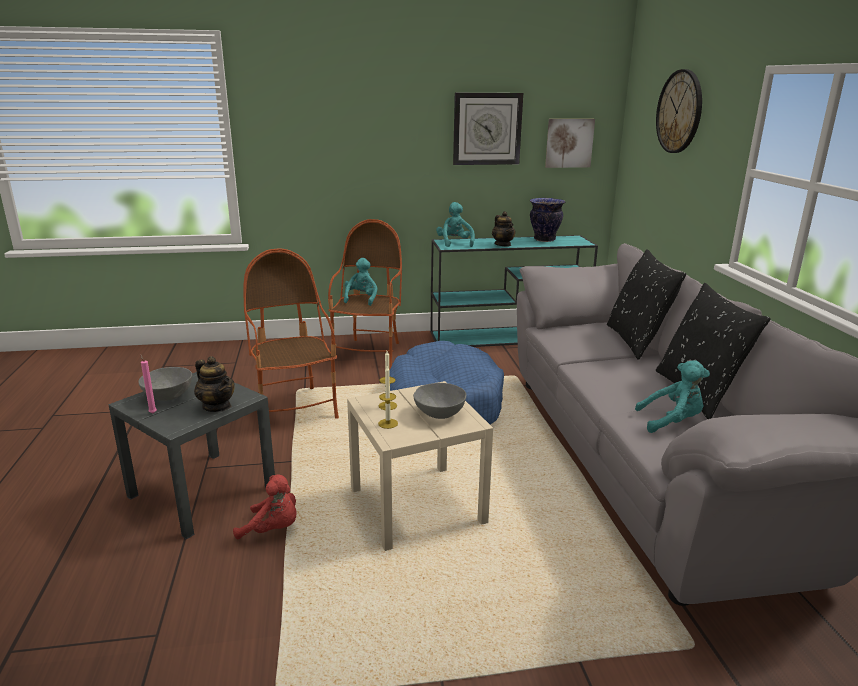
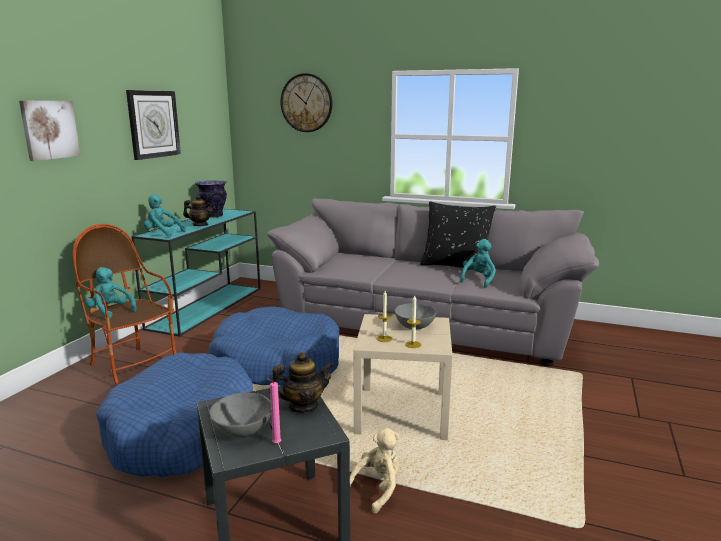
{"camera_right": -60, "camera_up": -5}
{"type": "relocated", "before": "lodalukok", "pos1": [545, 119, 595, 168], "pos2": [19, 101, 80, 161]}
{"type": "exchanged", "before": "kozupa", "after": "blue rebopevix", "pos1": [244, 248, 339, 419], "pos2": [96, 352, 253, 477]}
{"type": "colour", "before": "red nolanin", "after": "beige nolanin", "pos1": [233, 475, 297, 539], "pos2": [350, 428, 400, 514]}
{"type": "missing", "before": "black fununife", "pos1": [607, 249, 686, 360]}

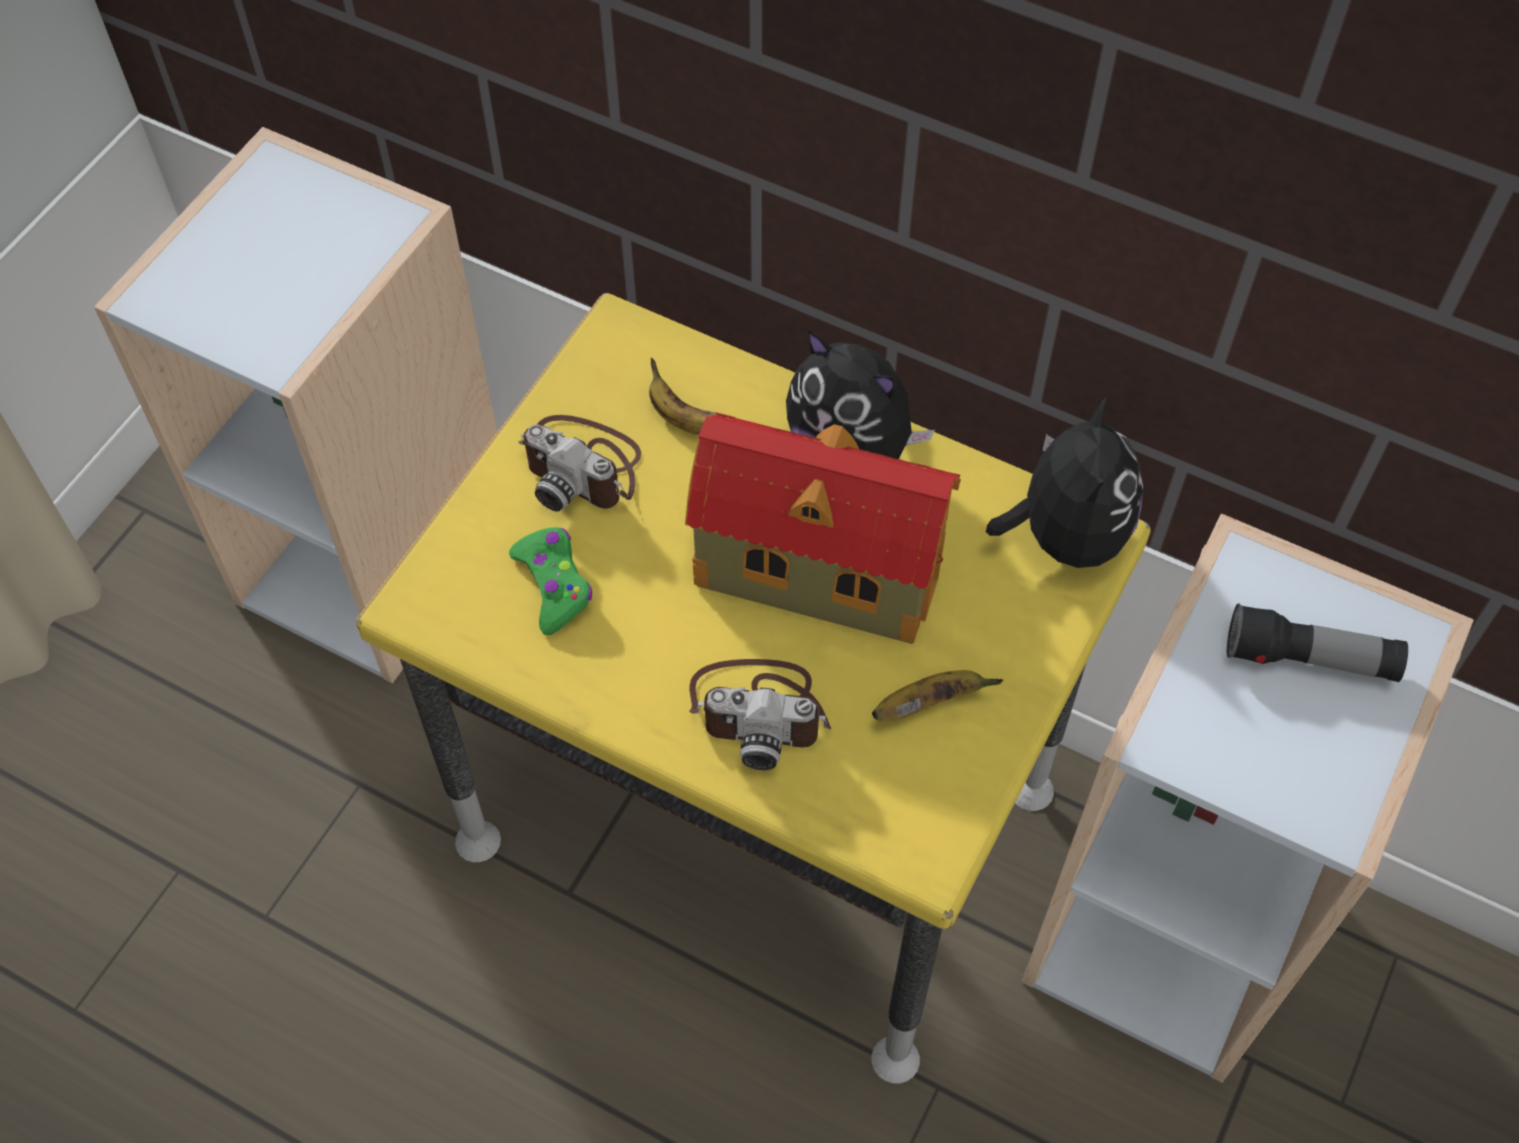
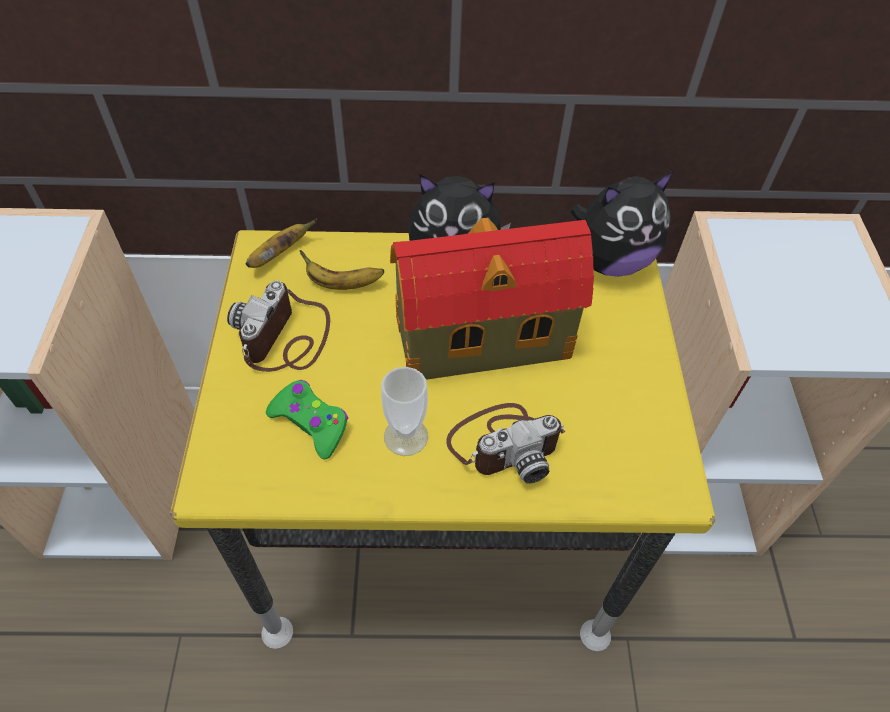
{"camera_right": -30, "camera_up": -5}
{"type": "spun", "before": "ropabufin", "pos1": [518, 415, 641, 512], "pos2": [227, 280, 330, 372], "turn": 105}
{"type": "relocated", "before": "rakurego", "pos1": [872, 670, 1003, 721], "pos2": [246, 219, 317, 268]}
{"type": "appeared", "after": "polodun", "pos2": [381, 367, 428, 456]}
{"type": "spun", "before": "nolanin", "pos1": [986, 397, 1143, 568], "pos2": [570, 171, 674, 277], "turn": 90}
{"type": "missing", "before": "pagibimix", "pos1": [1227, 603, 1408, 682]}

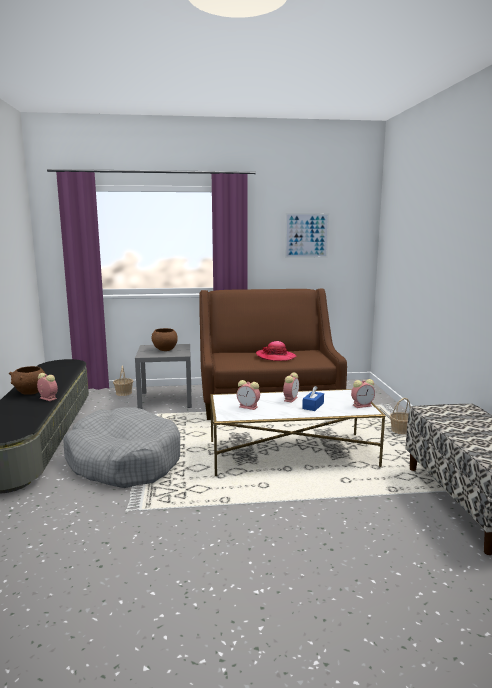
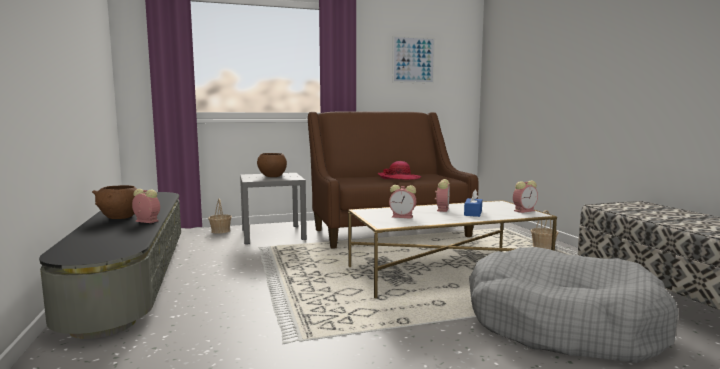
{"camera_right": -10, "camera_up": -5}
{"type": "relocated", "before": "grey rebopevix", "pos1": [64, 408, 180, 488], "pos2": [469, 247, 678, 363]}

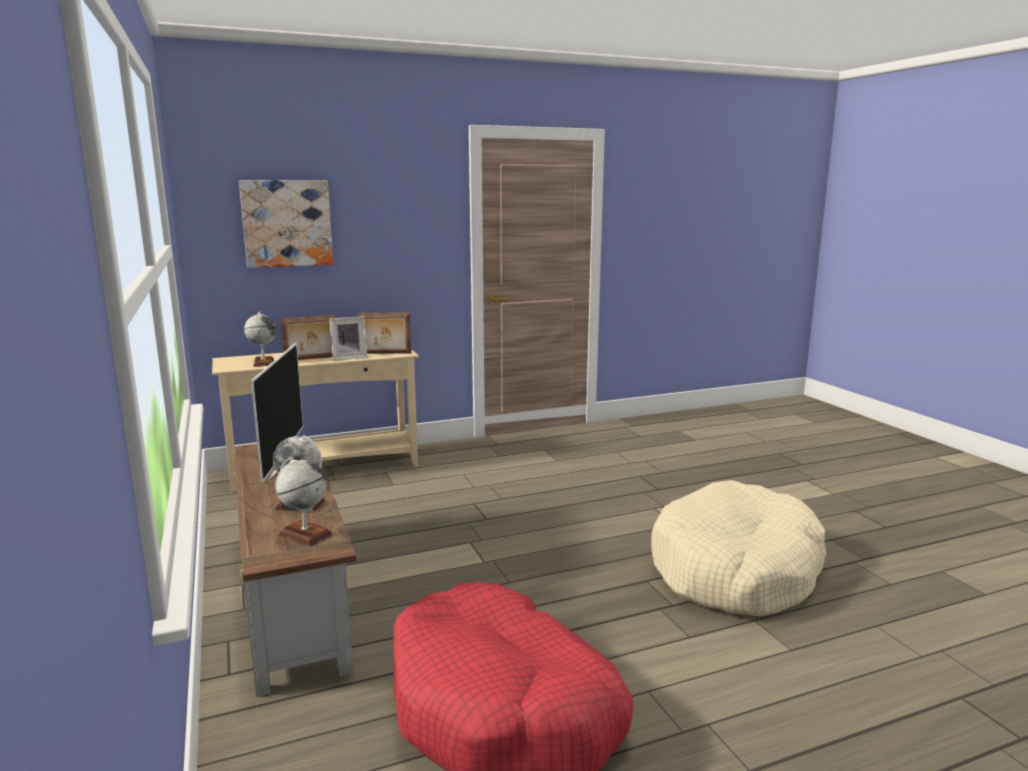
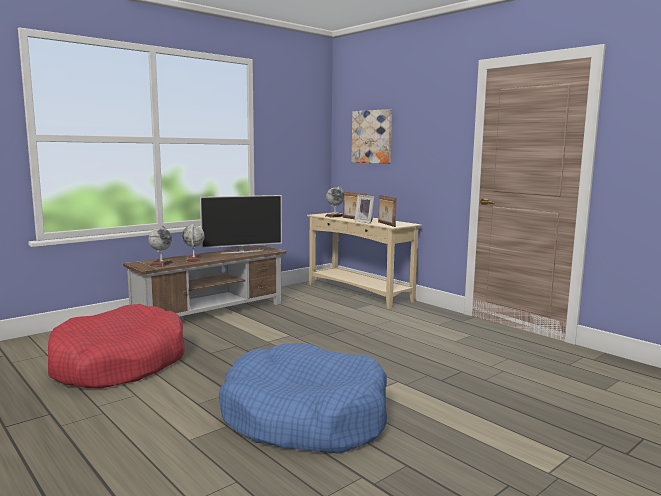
{"camera_right": 70, "camera_up": -5}
{"type": "colour", "before": "beige rebopevix", "after": "blue rebopevix", "pos1": [651, 480, 827, 616], "pos2": [219, 343, 387, 454]}

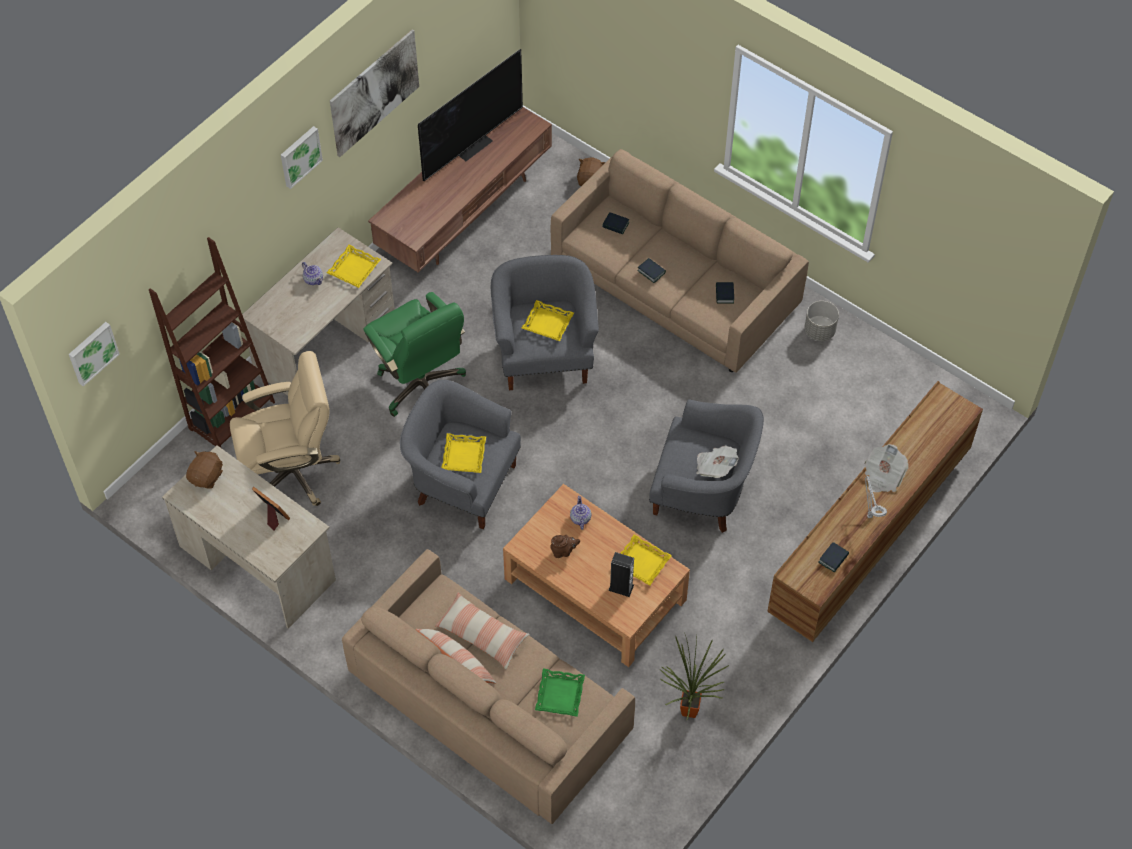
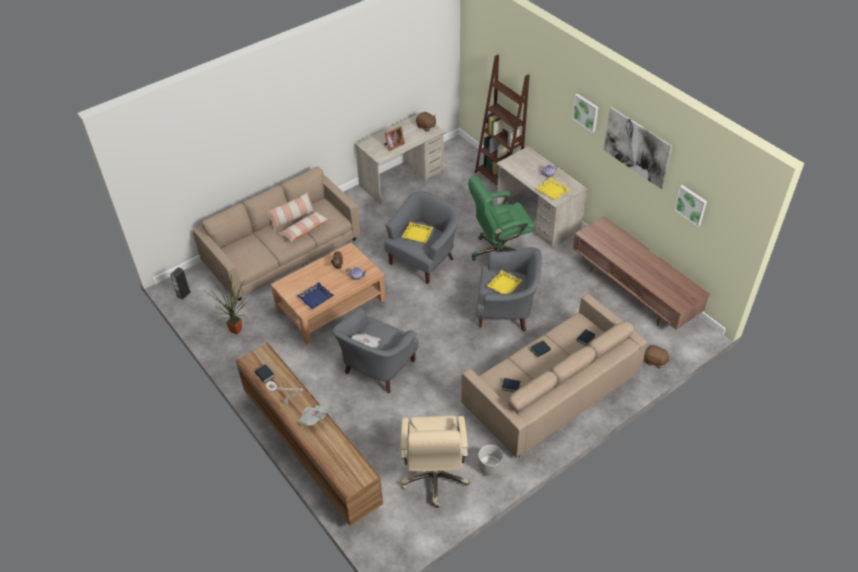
{"camera_right": 105, "camera_up": -10}
{"type": "relocated", "before": "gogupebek", "pos1": [608, 552, 634, 597], "pos2": [170, 267, 191, 300]}
{"type": "colour", "before": "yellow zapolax", "after": "blue zapolax", "pos1": [620, 534, 672, 586], "pos2": [297, 282, 334, 309]}
{"type": "relocated", "before": "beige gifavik", "pos1": [230, 351, 340, 506], "pos2": [401, 416, 469, 508]}
{"type": "relocated", "before": "lodalukok", "pos1": [69, 322, 120, 386], "pos2": [674, 185, 707, 227]}
{"type": "missing", "before": "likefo", "pos1": [418, 49, 523, 181]}
{"type": "missing", "before": "green zapolax", "pos1": [535, 668, 585, 717]}

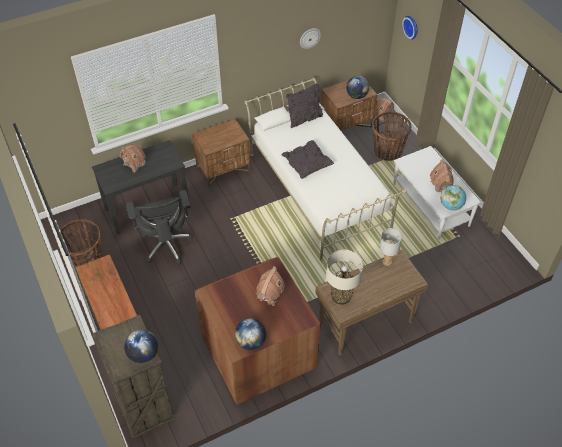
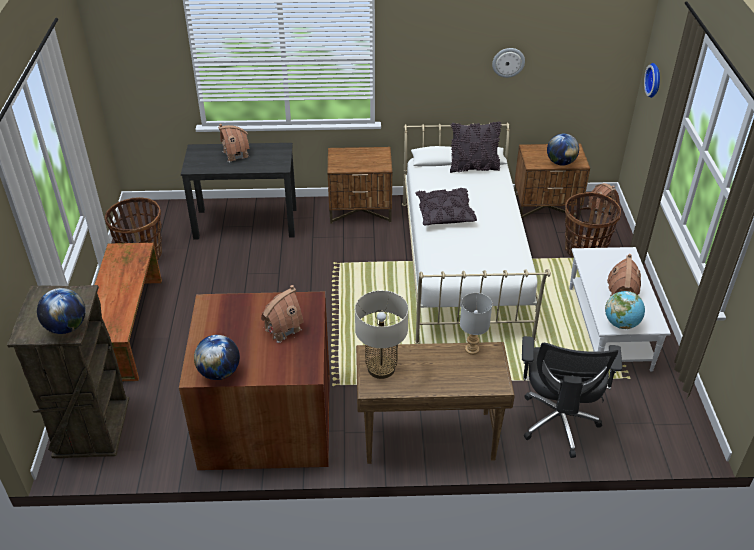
{"camera_right": 25, "camera_up": -10}
{"type": "relocated", "before": "gifavik", "pos1": [126, 190, 192, 265], "pos2": [522, 336, 622, 458]}

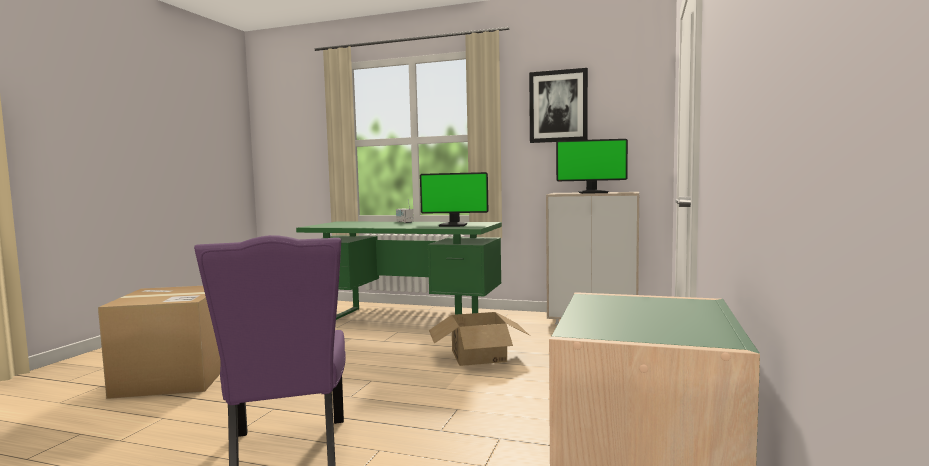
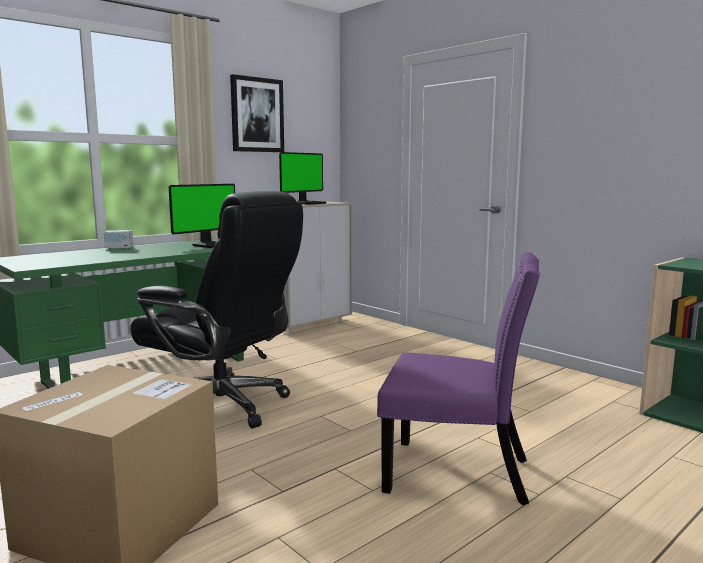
{"camera_right": -60, "camera_up": 5}
{"type": "appeared", "after": "black gifavik", "pos2": [130, 191, 303, 429]}
{"type": "missing", "before": "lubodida", "pos1": [429, 312, 530, 366]}

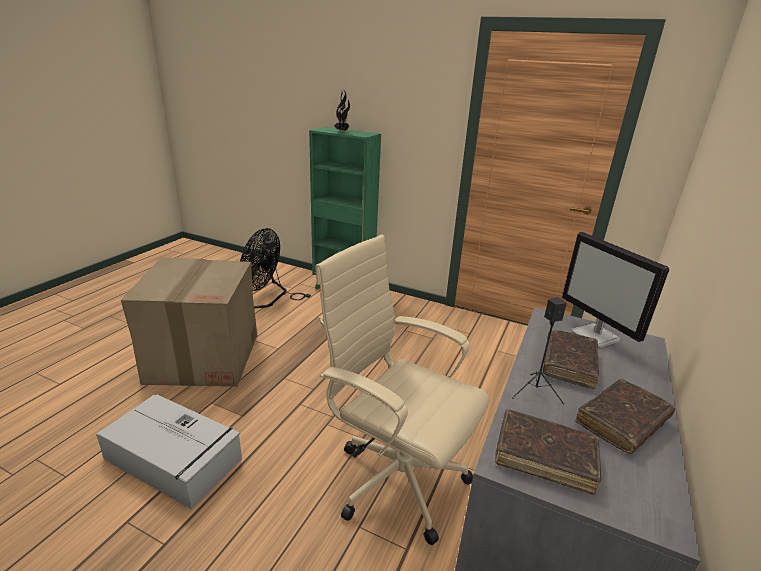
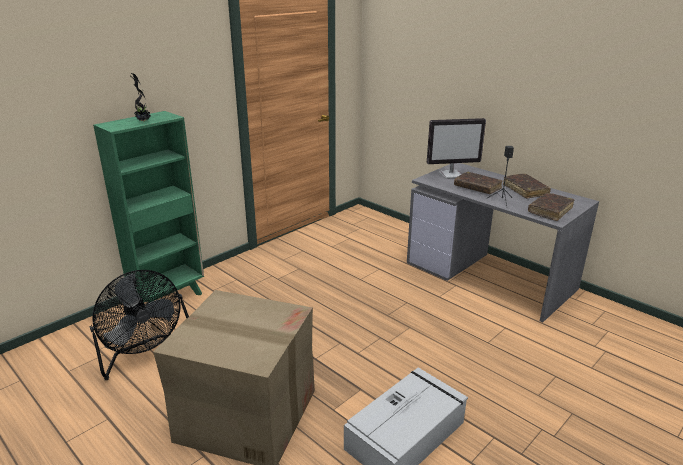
{"camera_right": -70, "camera_up": 0}
{"type": "spun", "before": "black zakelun", "pos1": [240, 228, 311, 308], "pos2": [90, 270, 189, 380], "turn": -75}
{"type": "missing", "before": "beige gifavik", "pos1": [315, 235, 490, 545]}

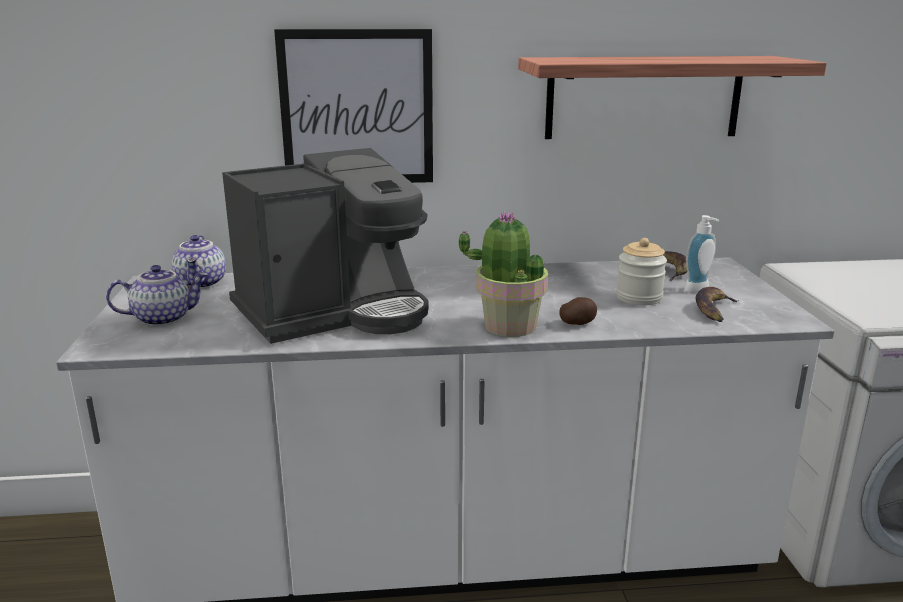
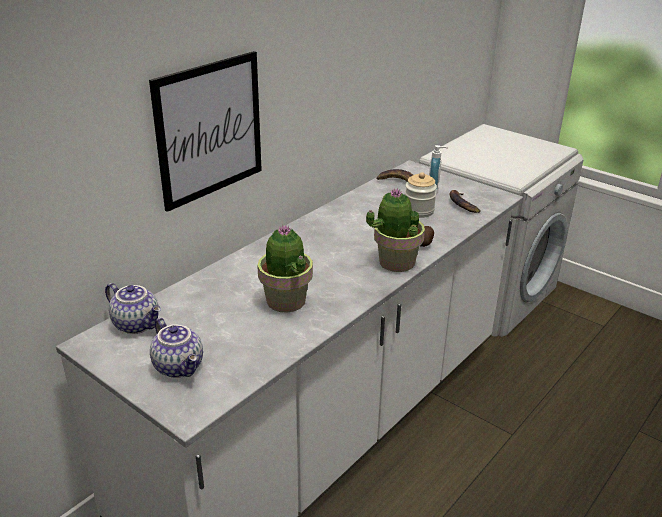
{"camera_right": -45, "camera_up": 10}
{"type": "spun", "before": "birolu", "pos1": [106, 265, 208, 326], "pos2": [150, 318, 203, 378], "turn": 120}
{"type": "exchanged", "before": "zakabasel", "after": "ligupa", "pos1": [222, 148, 429, 344], "pos2": [257, 225, 313, 313]}
{"type": "missing", "before": "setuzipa", "pos1": [518, 56, 827, 139]}

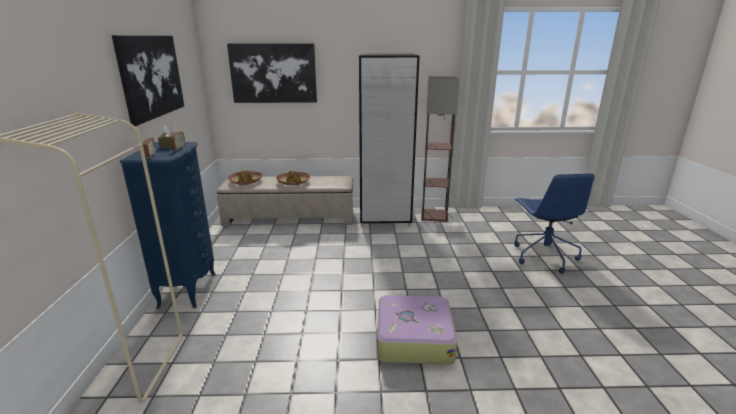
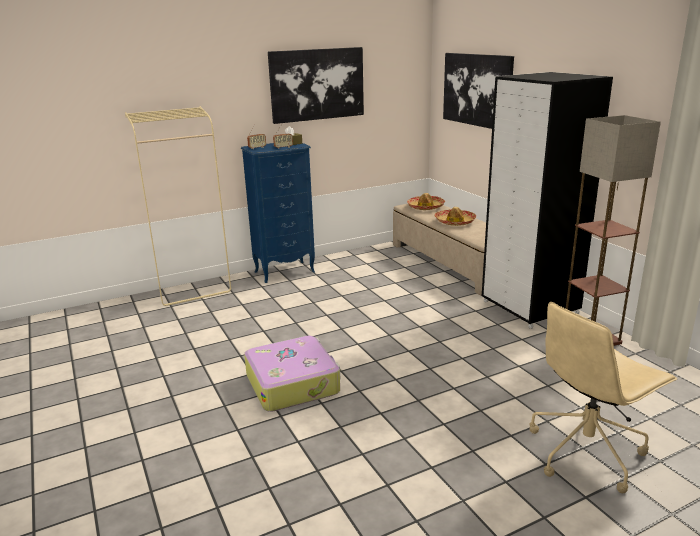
{"camera_right": 65, "camera_up": 0}
{"type": "colour", "before": "blue gifavik", "after": "beige gifavik", "pos1": [514, 174, 594, 274], "pos2": [529, 302, 678, 493]}

